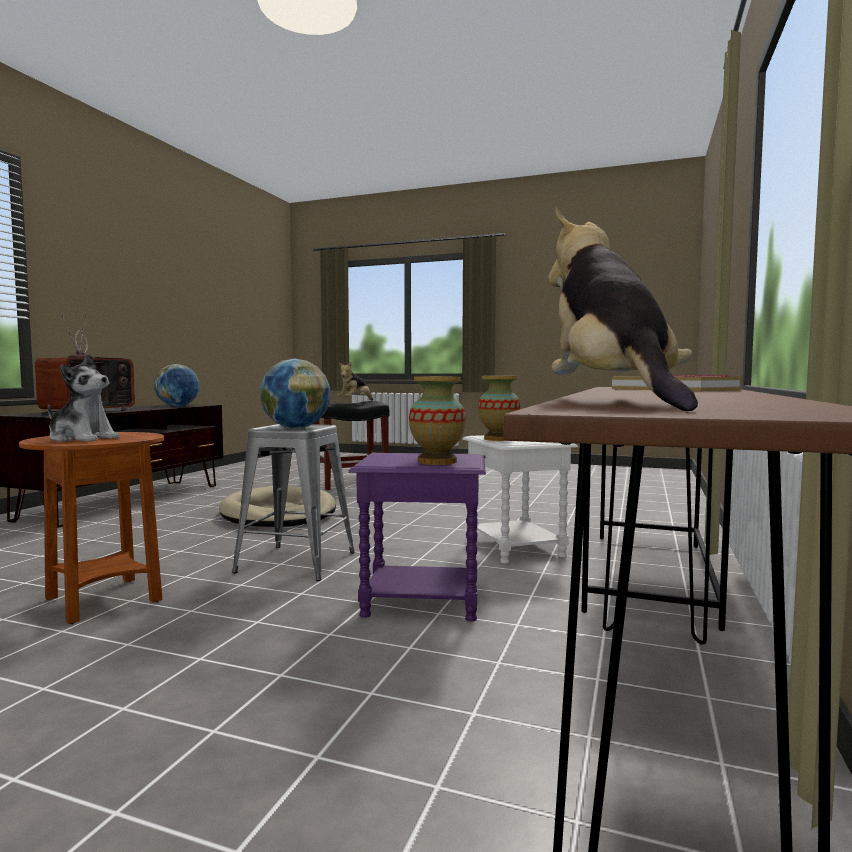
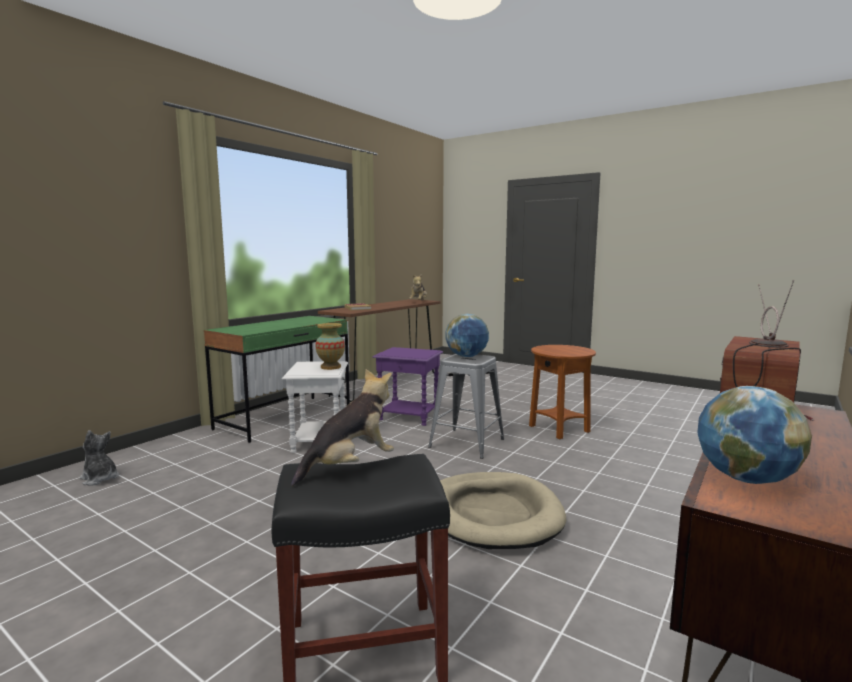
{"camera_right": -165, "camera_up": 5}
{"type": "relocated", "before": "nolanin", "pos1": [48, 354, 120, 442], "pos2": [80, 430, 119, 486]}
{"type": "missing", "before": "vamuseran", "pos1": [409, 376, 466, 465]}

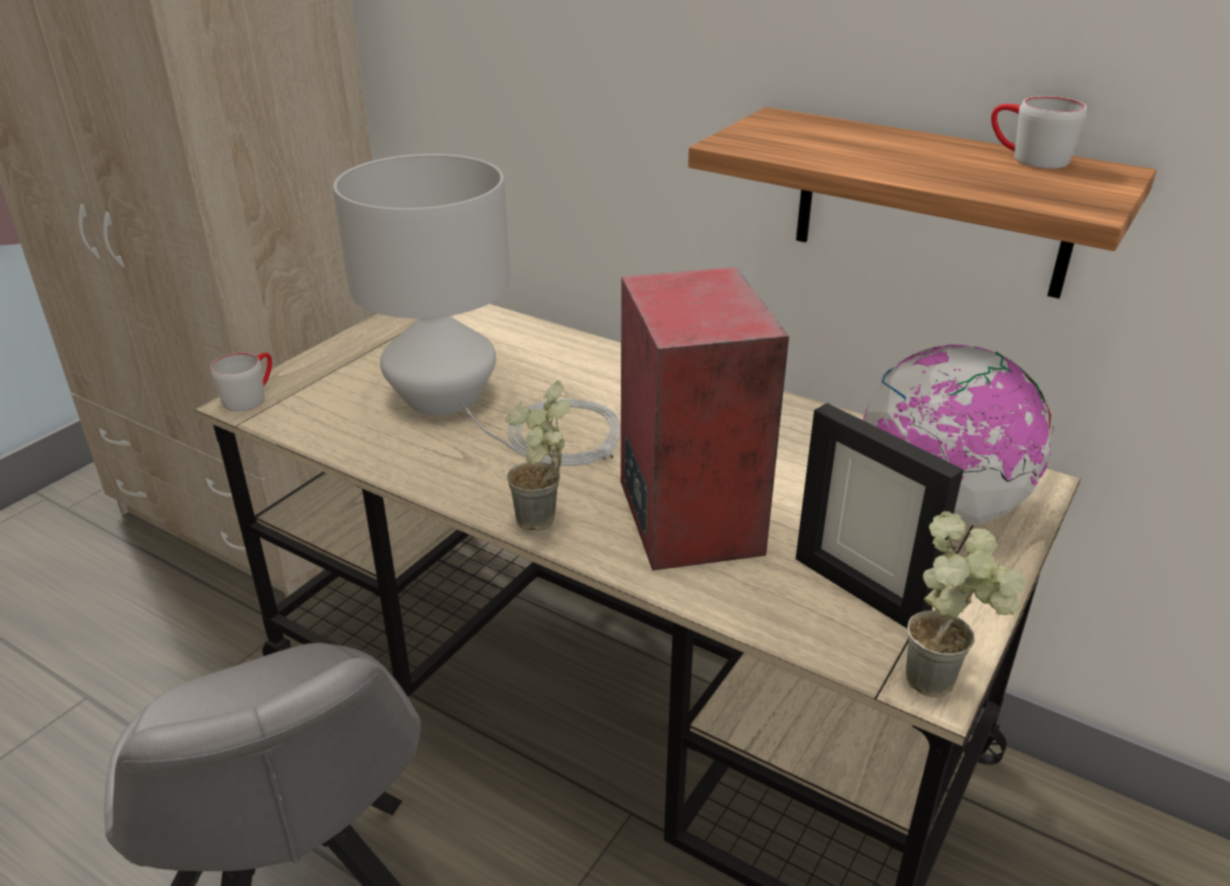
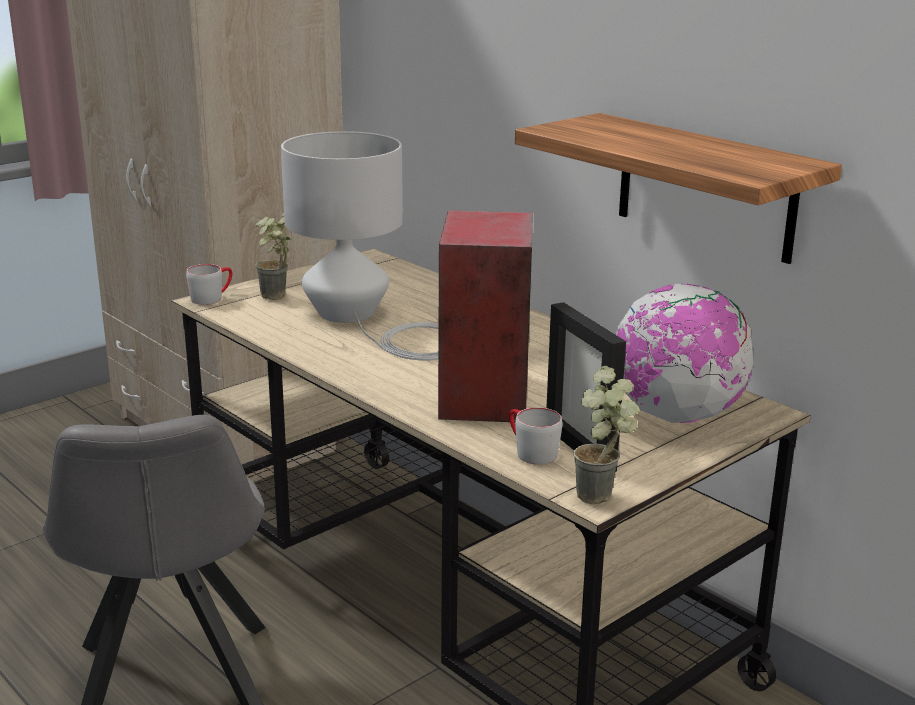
{"camera_right": 15, "camera_up": -10}
{"type": "relocated", "before": "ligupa", "pos1": [505, 380, 571, 531], "pos2": [255, 213, 290, 300]}
{"type": "relocated", "before": "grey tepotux", "pos1": [991, 96, 1087, 169], "pos2": [509, 407, 563, 465]}

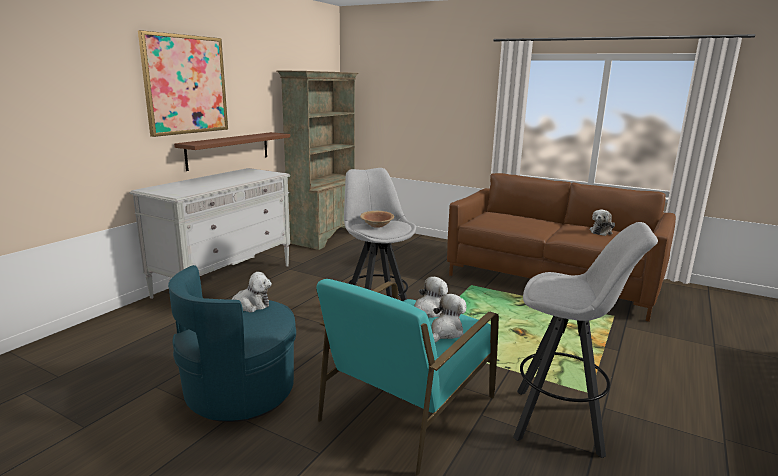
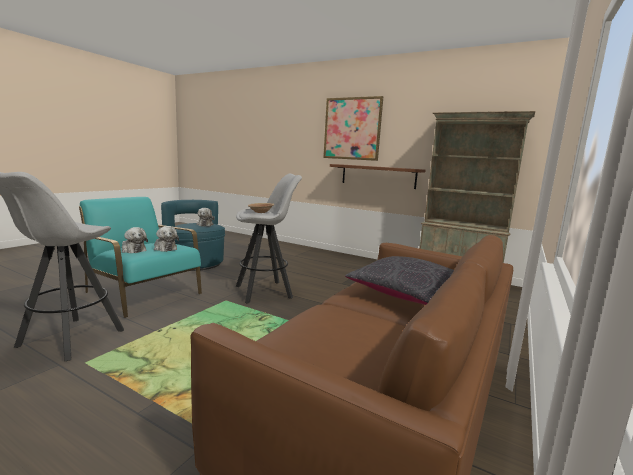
{"camera_right": 90, "camera_up": -5}
{"type": "appeared", "after": "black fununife", "pos2": [345, 256, 454, 305]}
{"type": "missing", "before": "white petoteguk", "pos1": [129, 168, 290, 299]}
{"type": "missing", "before": "nolanin", "pos1": [590, 210, 615, 236]}

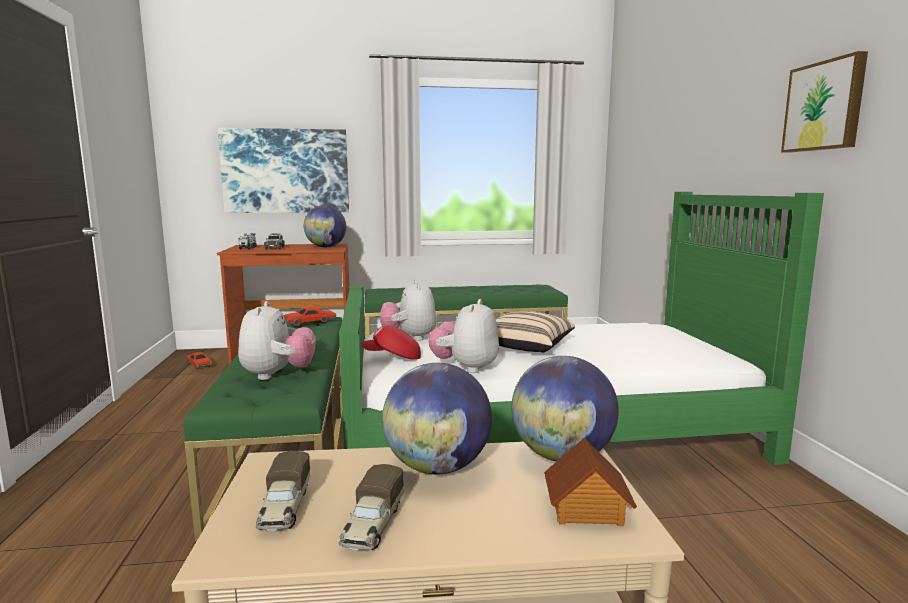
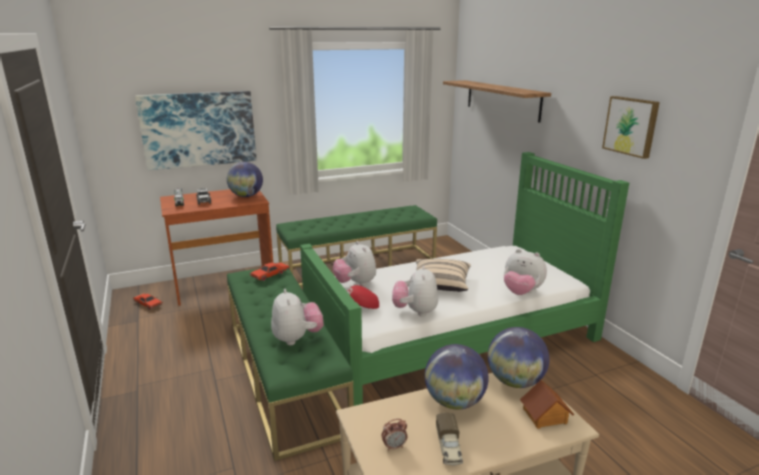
{"camera_right": -15, "camera_up": 10}
{"type": "exchanged", "before": "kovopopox", "after": "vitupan", "pos1": [255, 451, 310, 531], "pos2": [382, 419, 407, 451]}
{"type": "appeared", "after": "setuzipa", "pos2": [443, 80, 551, 123]}
{"type": "appeared", "after": "nolanin", "pos2": [504, 249, 547, 295]}

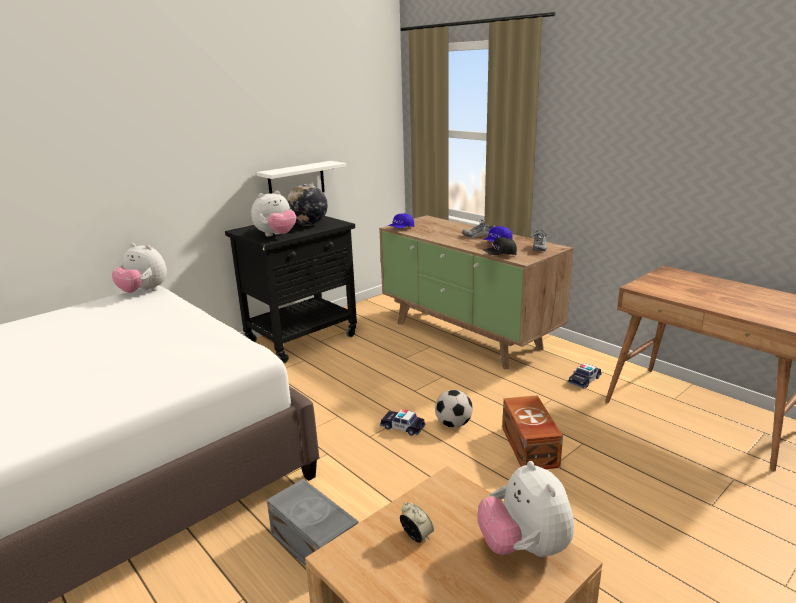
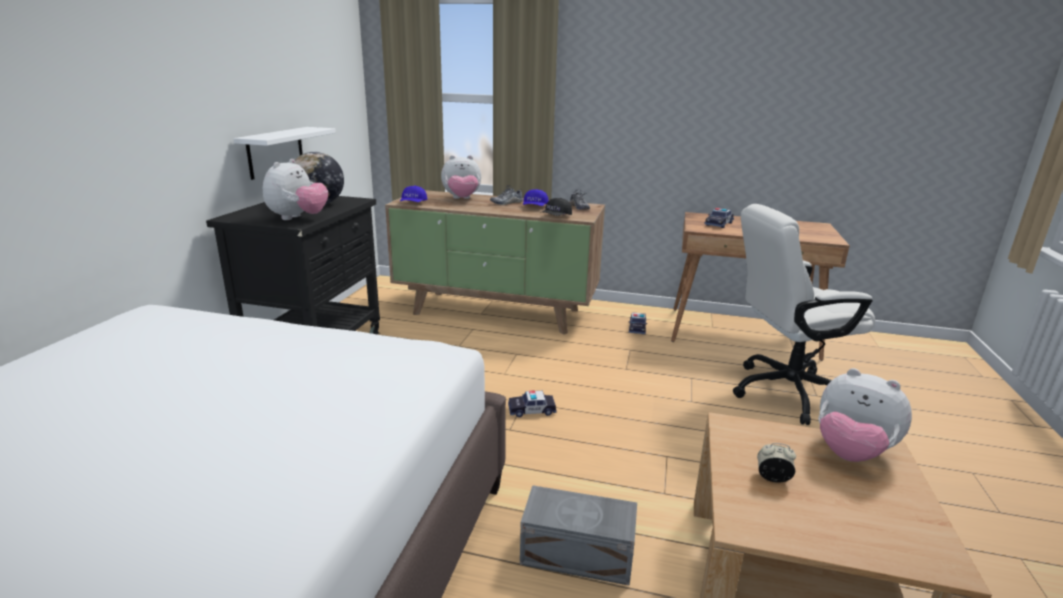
{"camera_right": -35, "camera_up": 0}
{"type": "relocated", "before": "nolanin", "pos1": [112, 243, 167, 293], "pos2": [441, 155, 481, 199]}
{"type": "appeared", "after": "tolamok", "pos2": [705, 208, 734, 228]}
{"type": "appeared", "after": "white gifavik", "pos2": [733, 204, 875, 425]}
{"type": "missing", "before": "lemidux", "pos1": [435, 390, 473, 428]}
{"type": "missing", "before": "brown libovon", "pos1": [502, 395, 563, 469]}

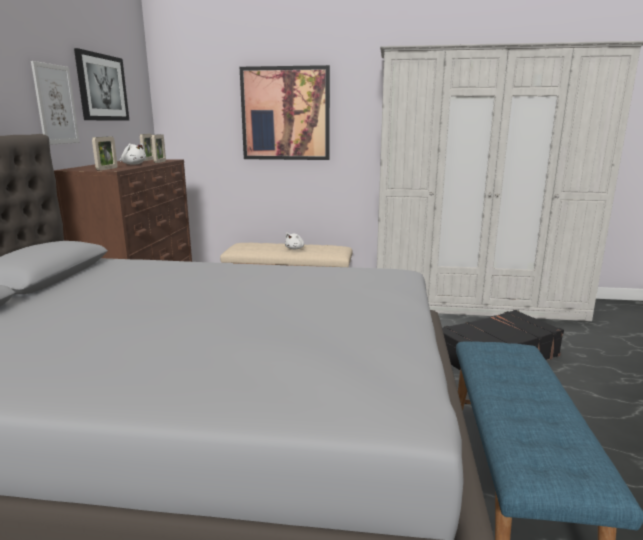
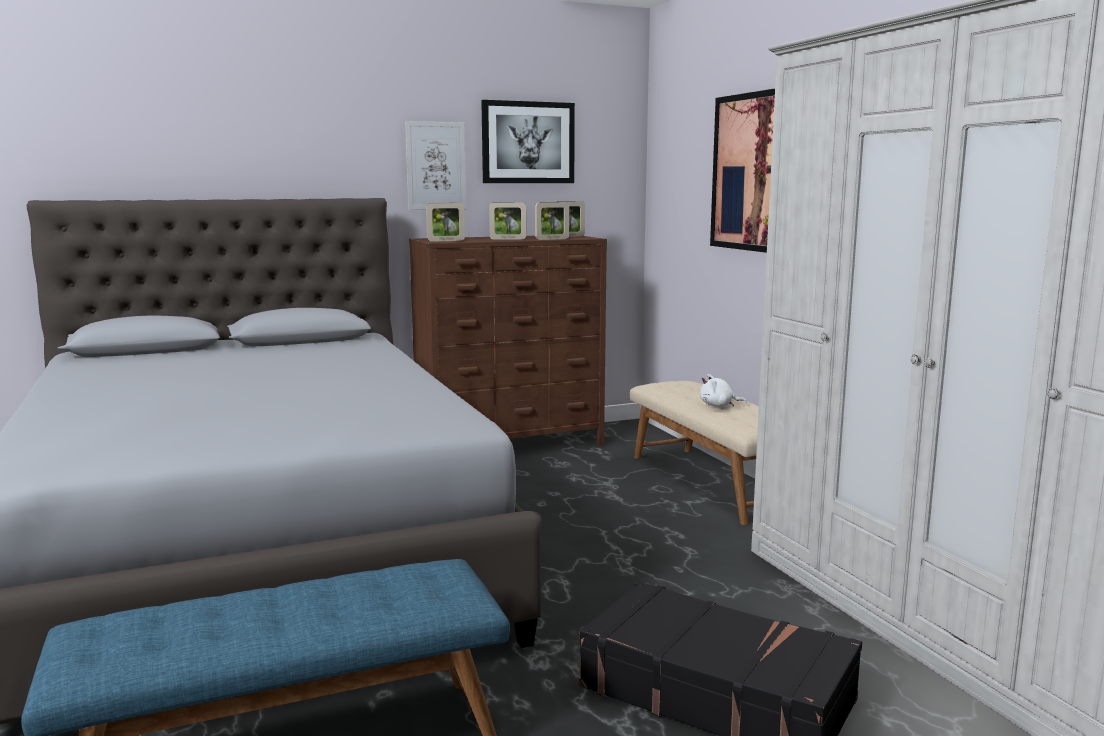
{"camera_right": 60, "camera_up": -5}
{"type": "exchanged", "before": "white nolanin", "after": "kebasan", "pos1": [120, 143, 146, 165], "pos2": [489, 202, 526, 239]}

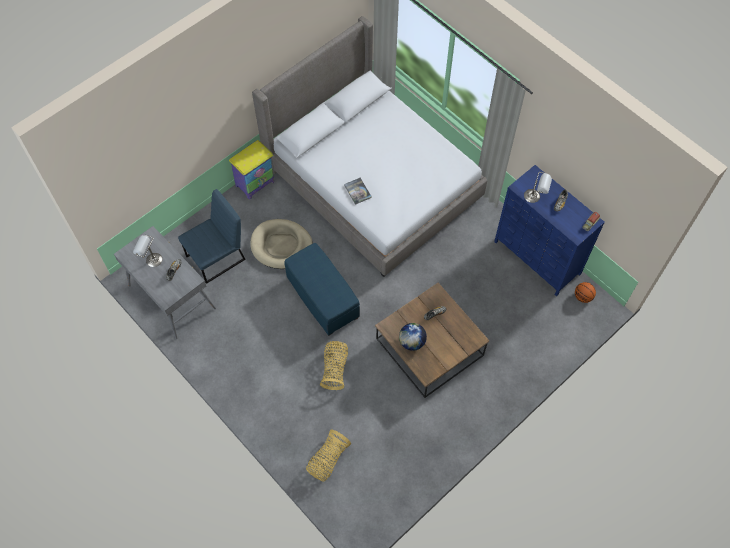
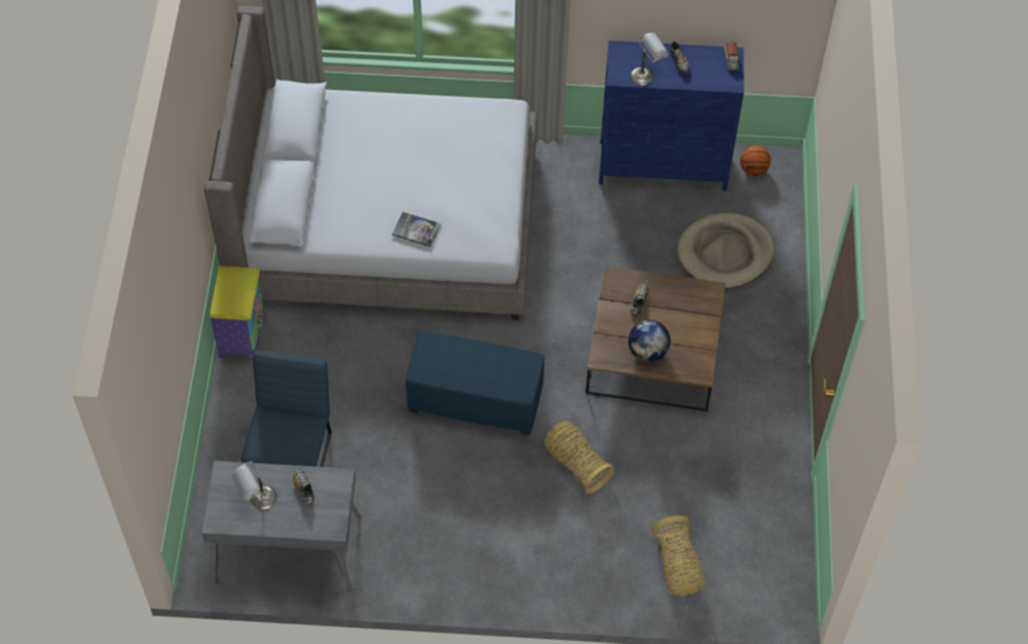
{"camera_right": -45, "camera_up": -5}
{"type": "relocated", "before": "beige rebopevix", "pos1": [250, 219, 313, 269], "pos2": [677, 213, 774, 289]}

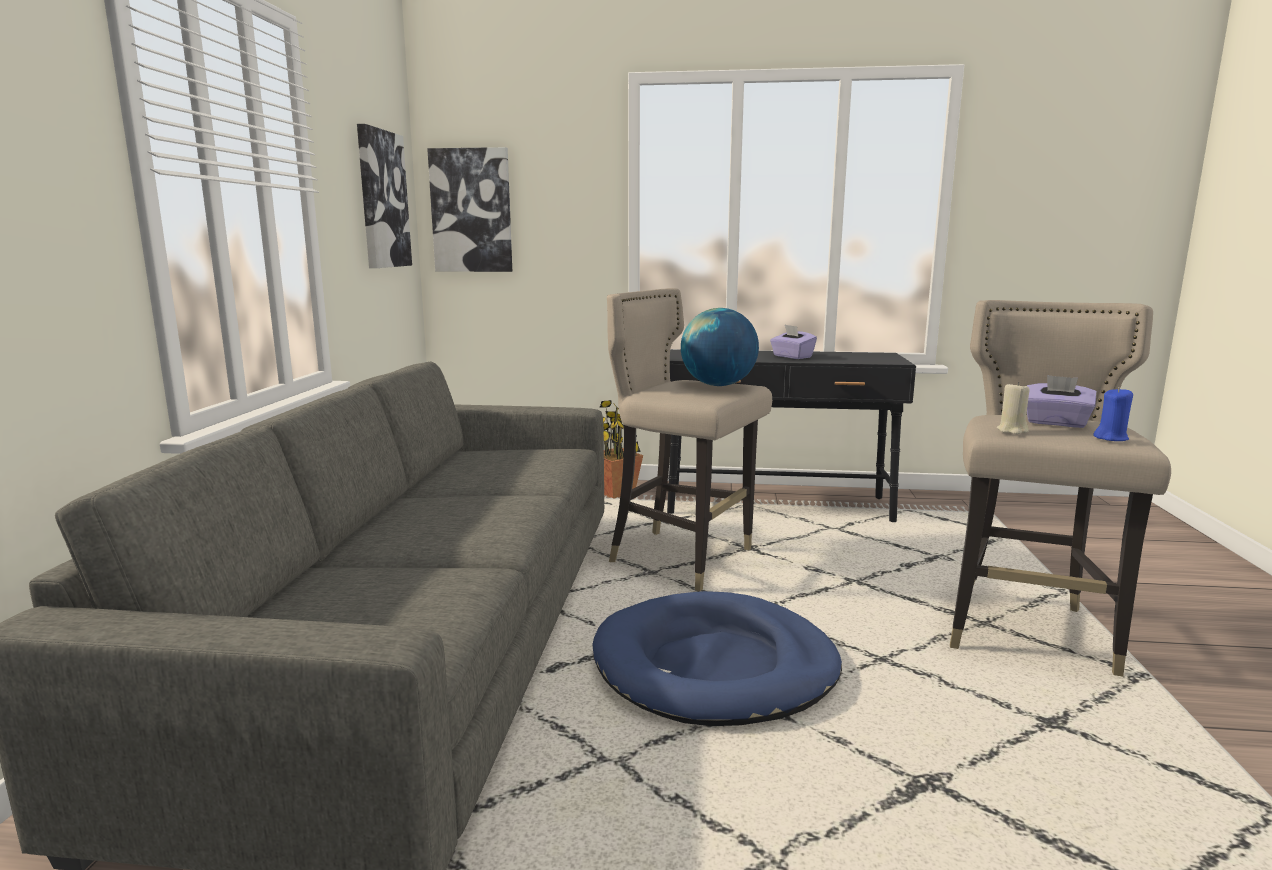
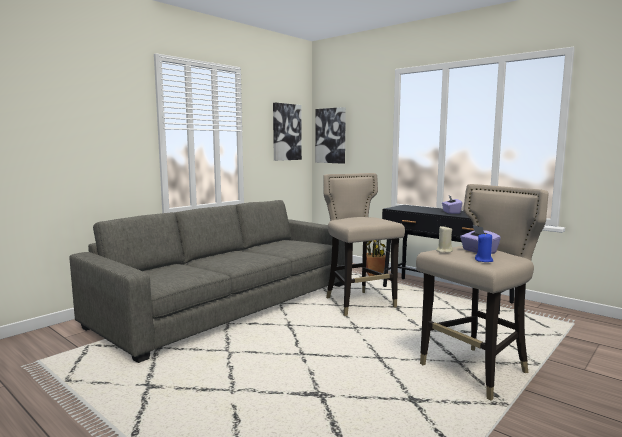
{"camera_right": 35, "camera_up": -5}
{"type": "missing", "before": "blue rebopevix", "pos1": [592, 591, 842, 726]}
{"type": "missing", "before": "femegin", "pos1": [681, 308, 759, 386]}

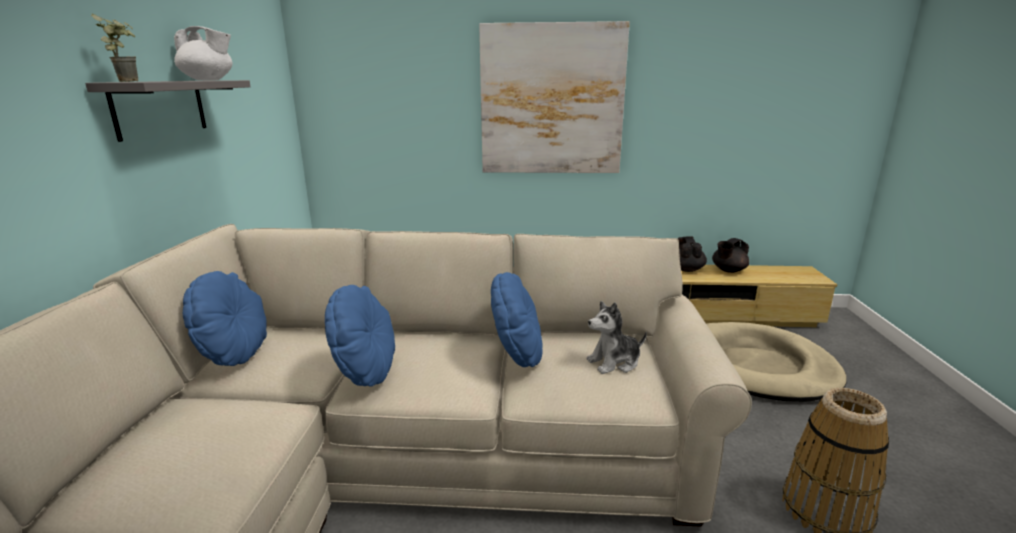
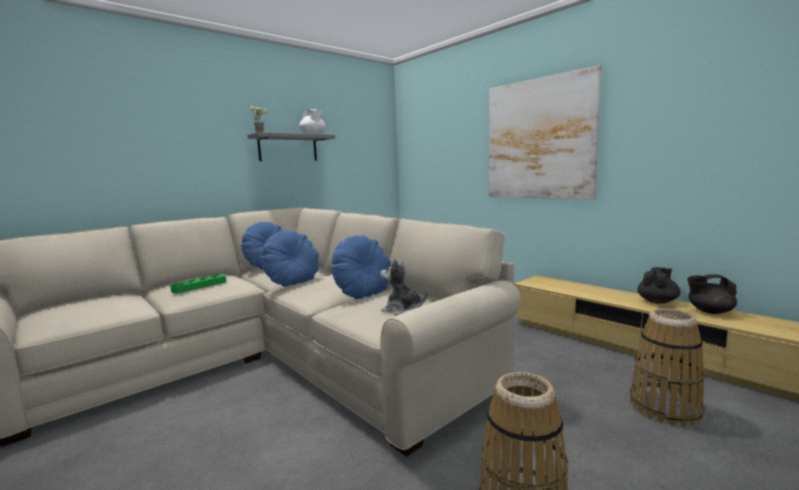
{"camera_right": 45, "camera_up": -10}
{"type": "appeared", "after": "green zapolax", "pos2": [170, 274, 226, 294]}
{"type": "exchanged", "before": "beige rebopevix", "after": "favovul", "pos1": [707, 322, 846, 402], "pos2": [630, 308, 705, 427]}

